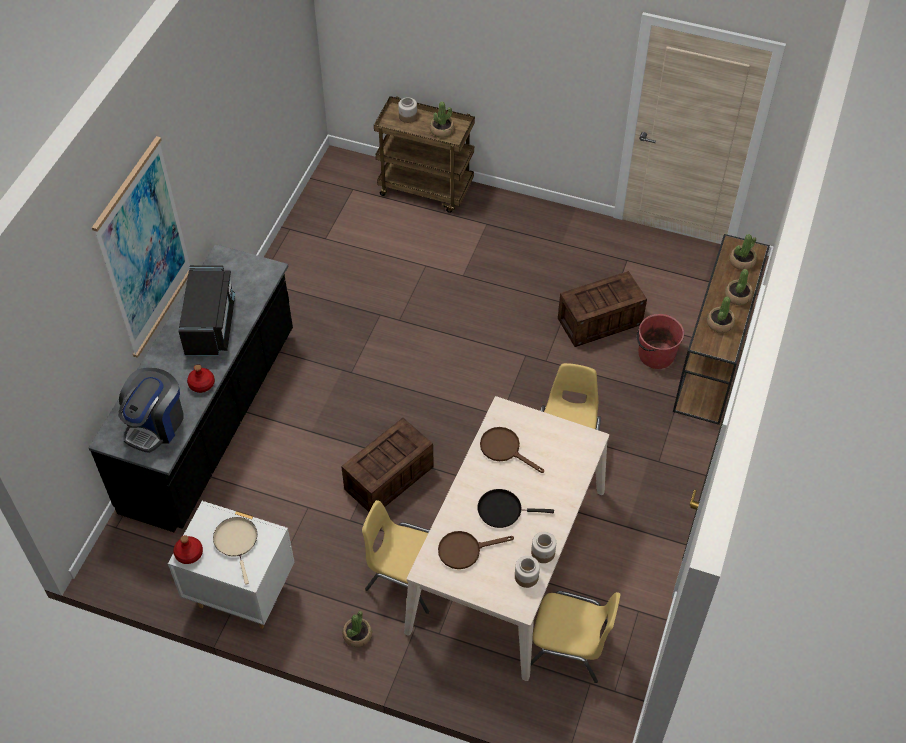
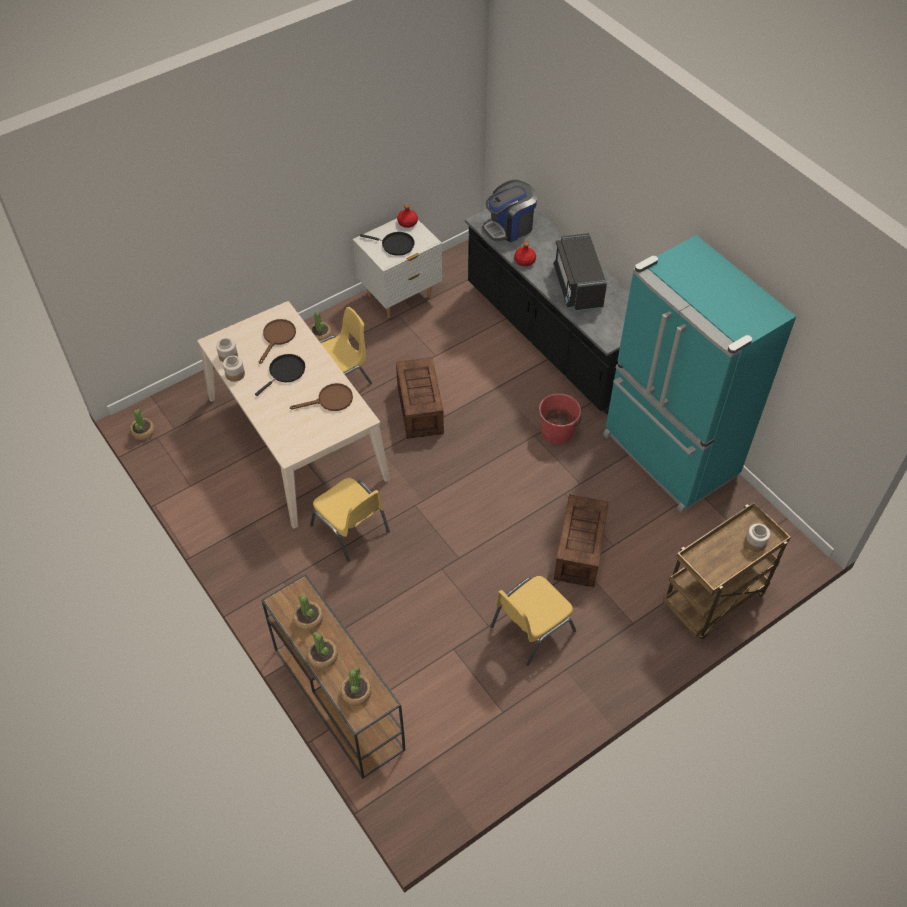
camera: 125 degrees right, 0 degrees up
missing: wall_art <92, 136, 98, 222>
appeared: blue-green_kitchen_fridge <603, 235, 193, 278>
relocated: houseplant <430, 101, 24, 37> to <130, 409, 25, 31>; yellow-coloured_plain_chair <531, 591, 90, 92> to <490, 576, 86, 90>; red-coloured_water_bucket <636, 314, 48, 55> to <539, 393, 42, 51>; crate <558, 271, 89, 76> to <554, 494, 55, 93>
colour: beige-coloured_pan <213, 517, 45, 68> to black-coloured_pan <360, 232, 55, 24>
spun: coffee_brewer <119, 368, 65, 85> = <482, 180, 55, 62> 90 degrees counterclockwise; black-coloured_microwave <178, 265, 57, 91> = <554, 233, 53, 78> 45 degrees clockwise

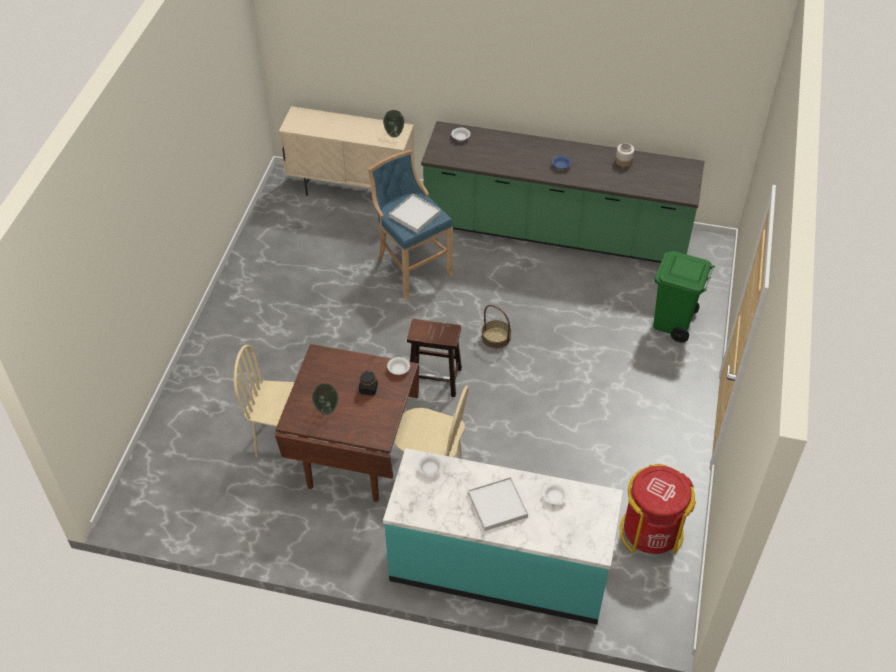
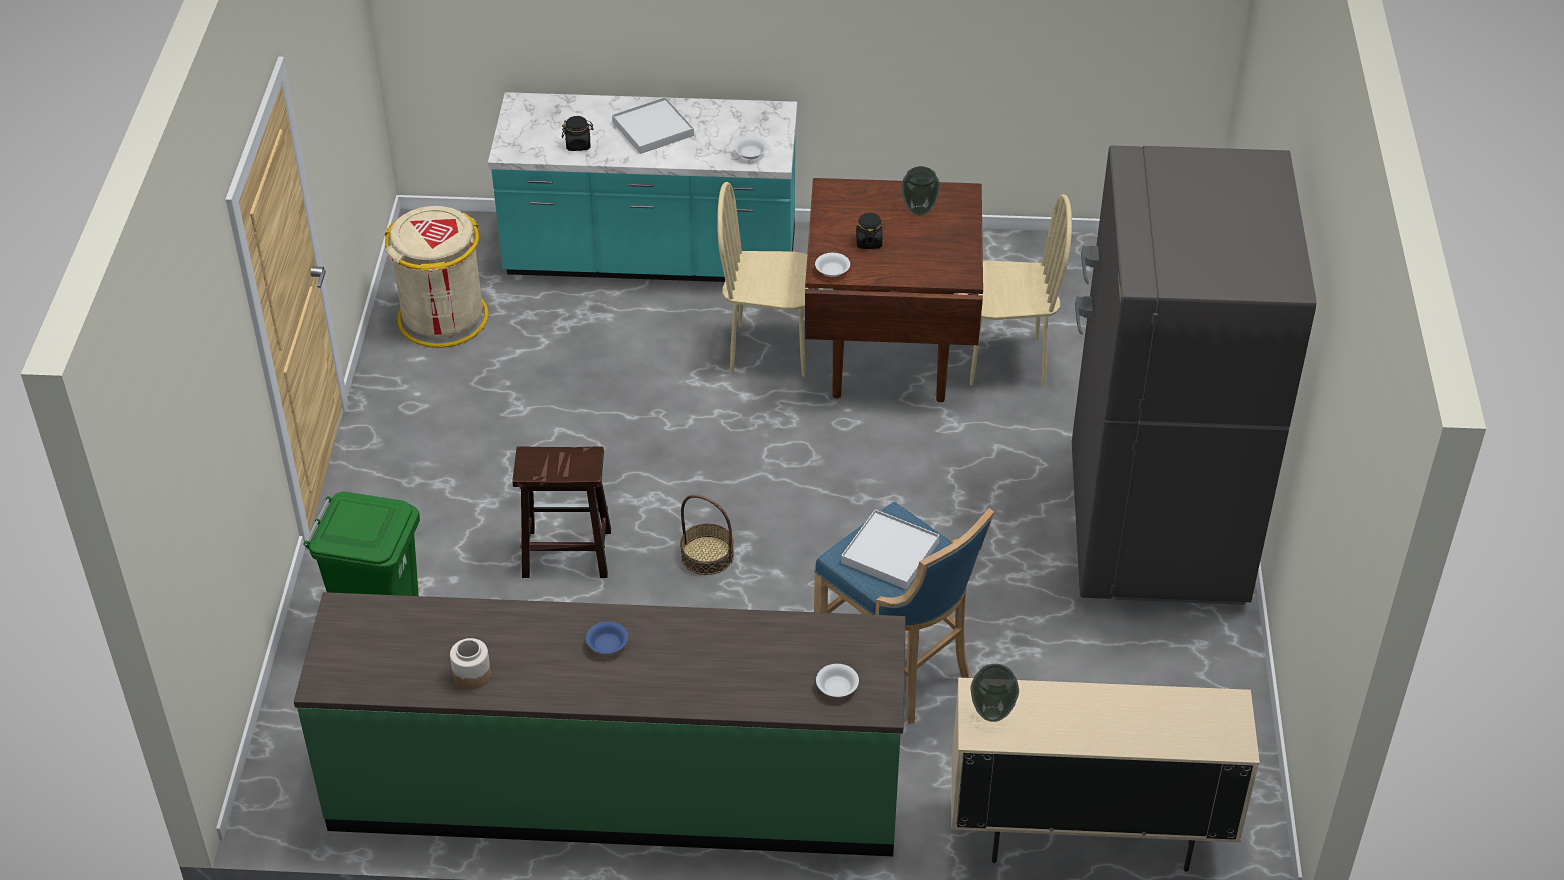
camera: 170 degrees right, 5 degrees down
appeared: grey_kitchen_fridge <1072, 146, 244, 459>
relocated: brownish_stool_seat <407, 319, 55, 78> to <513, 446, 98, 132>
exchanged: whitish_serving_bowl <543, 483, 25, 21> to black-coloured_jar <562, 116, 31, 35>
colour: red-coloured_trash_can <620, 464, 76, 90> to beige-coloured_trash_can <384, 206, 105, 142>

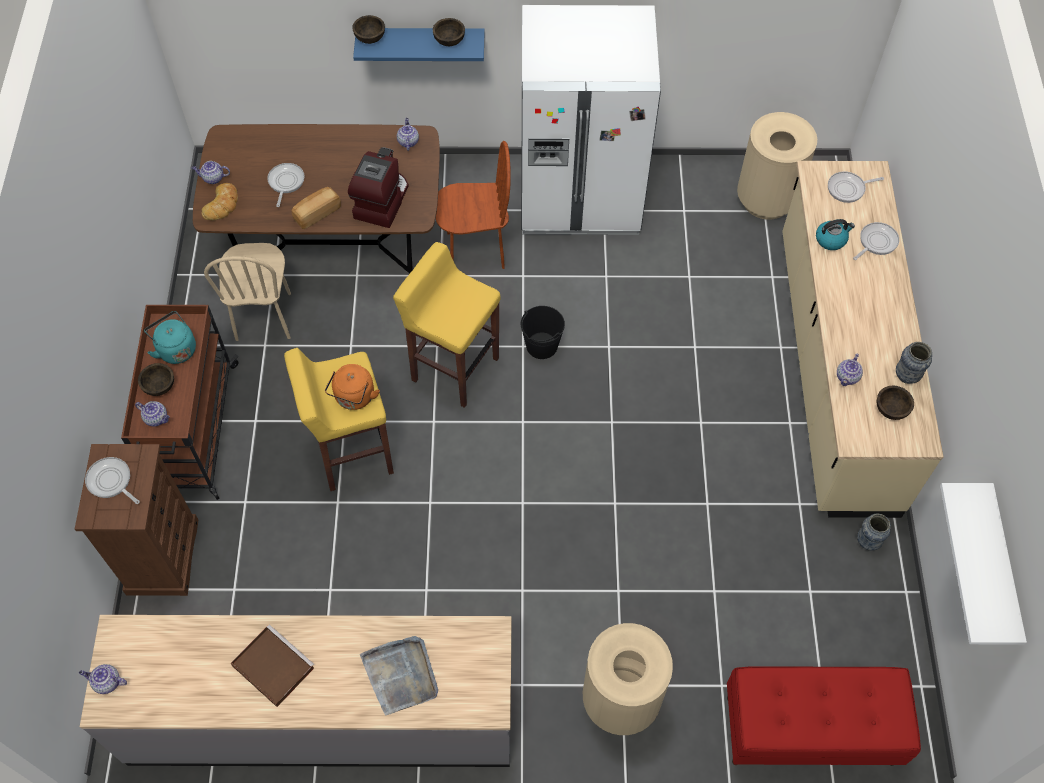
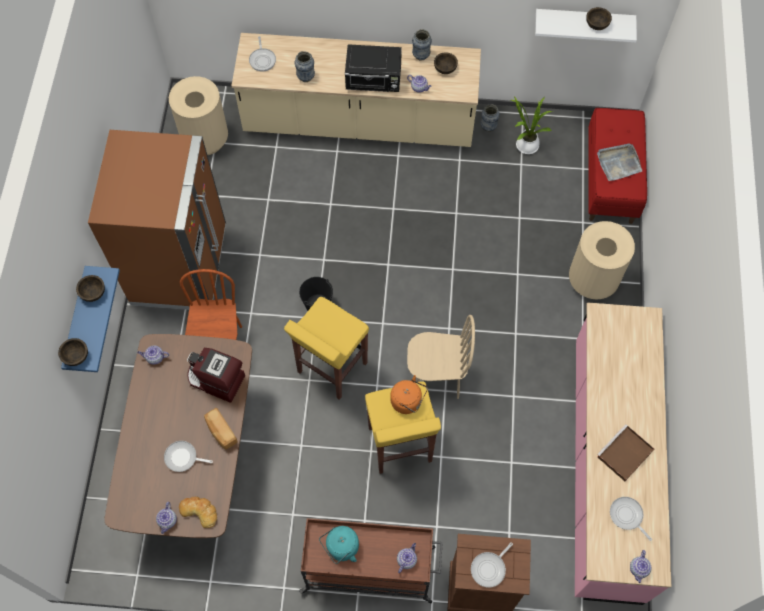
camera: 85 degrees left, 5 degrees up
appeared: black-coloured_microwave <345, 44, 57, 48>; houseplant <511, 96, 41, 58>
relocated: beige-coloured_plain_chair <204, 243, 87, 98> to <407, 315, 68, 84>; brownish_serving_bowl <138, 363, 36, 33> to <586, 7, 26, 23>; grey_tray <360, 636, 78, 79> to <597, 143, 46, 38>; pan <853, 222, 46, 38> to <610, 497, 42, 44>
exchanged: tea_kettle <816, 219, 39, 31> to flower_vase <295, 51, 20, 31>
colour: whitish_kitchen_fridge <521, 5, 140, 230> to brownish_kitchen_fridge <88, 130, 138, 180>; grey_kitchen_base_unit <80, 615, 431, 152> to pink_kitchen_base_unit <575, 302, 96, 303>

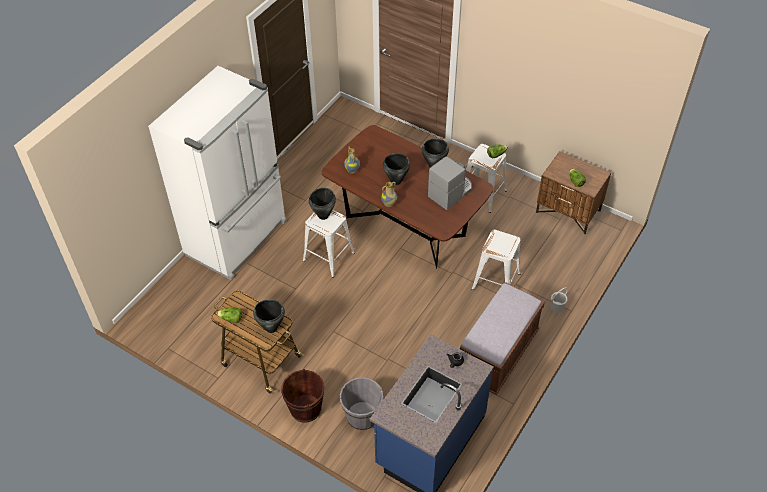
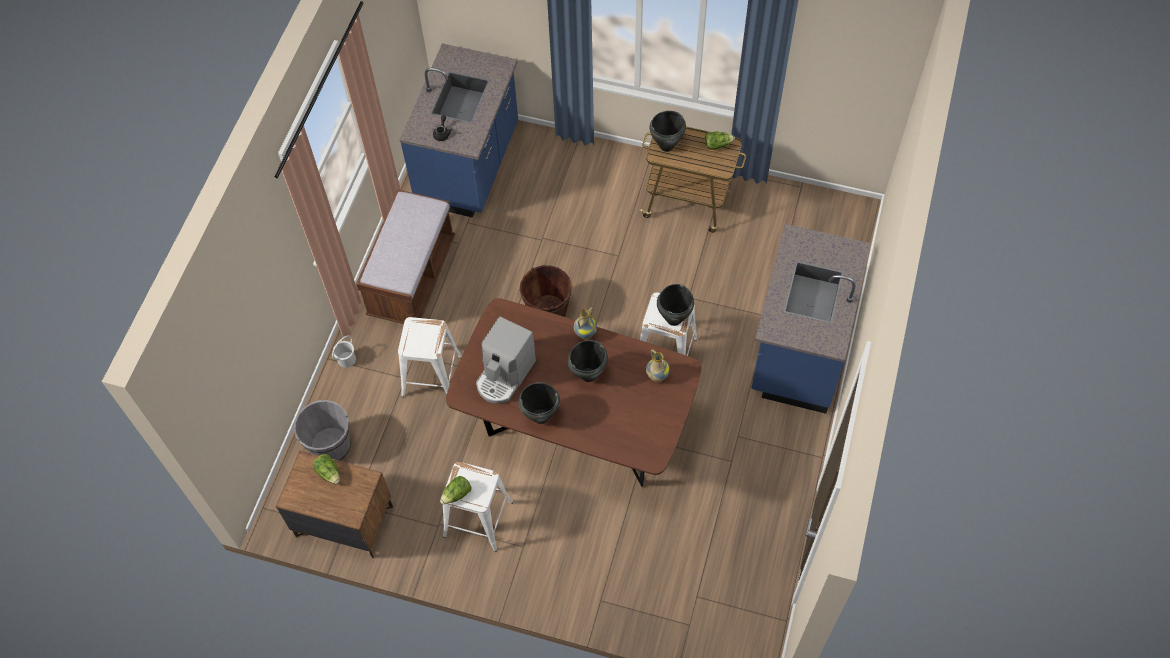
camera: 165 degrees right, 10 degrees up
relocated: grey_water_bucket <340, 377, 43, 53> to <294, 400, 57, 61>; brownish_water_bucket <281, 369, 43, 54> to <520, 265, 52, 52>
exchanged: whitish_kitchen_fridge <148, 66, 139, 215> to bluish_kitchen_base_unit <751, 224, 120, 190>

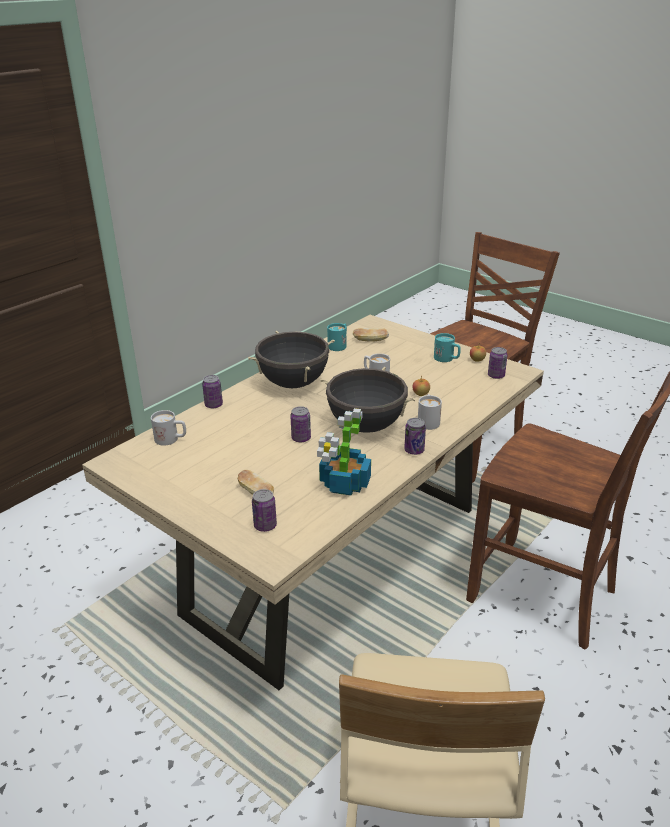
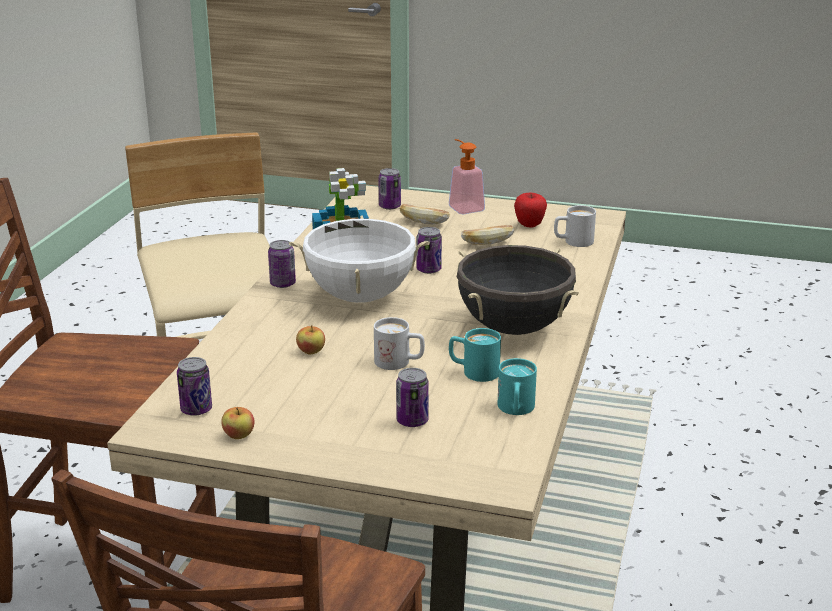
camera: 155 degrees right, 5 degrees down
missing: whitish_mug <418, 394, 24, 36>
appeared: liquid_soap_bottle <449, 139, 36, 75>; apple <514, 192, 33, 36>
relocated: sealed_can <202, 375, 21, 33> to <396, 368, 33, 59>; blue-green_mug <434, 333, 27, 29> to <449, 328, 52, 54>; baked_bread <353, 328, 36, 14> to <461, 225, 53, 20>
colour: black-coloured_cooking_pot <320, 367, 96, 66> to whitish_cooking_pot <289, 216, 141, 87>

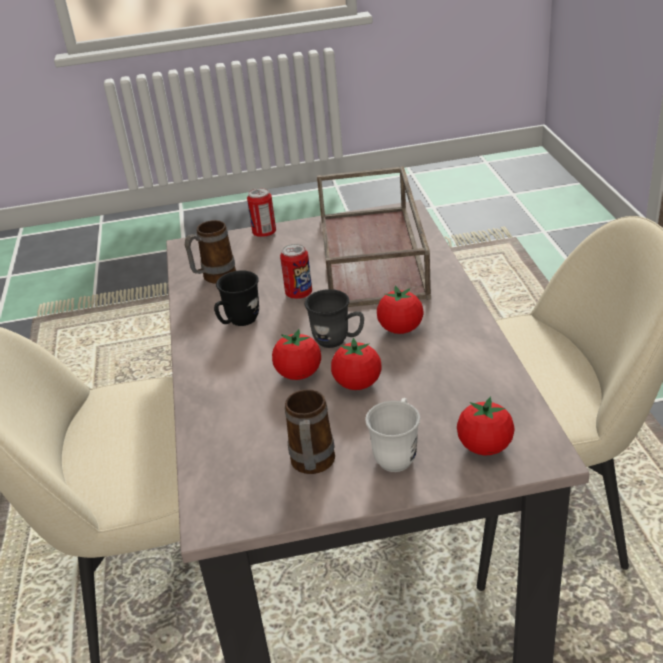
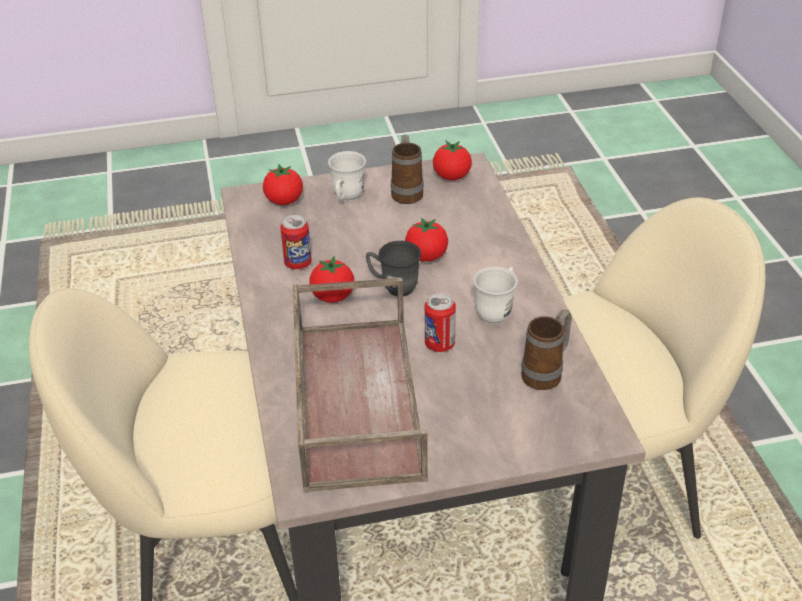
camera: 175 degrees right, 5 degrees up
relocated: sealed_can <247, 188, 29, 50> to <280, 215, 32, 55>; fresh_tomato <331, 338, 51, 52> to <433, 141, 39, 40>
colour: black-coloured_mug <214, 270, 45, 56> to whitish_mug <473, 267, 45, 57>

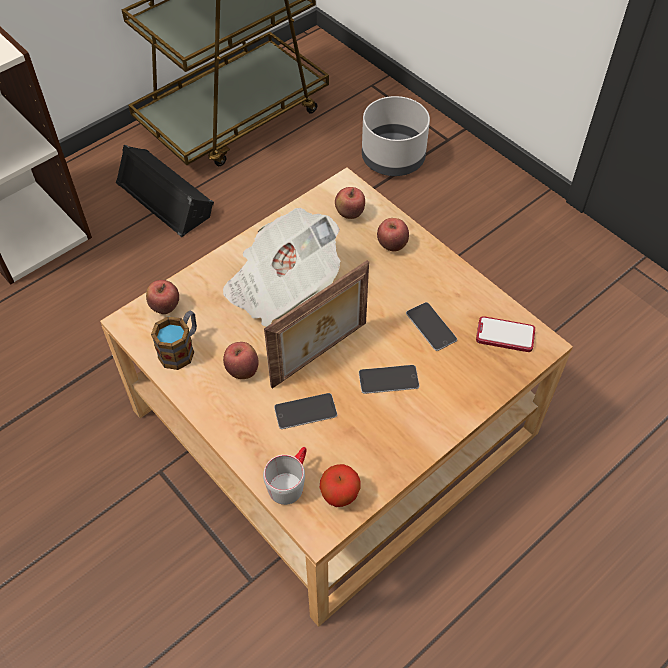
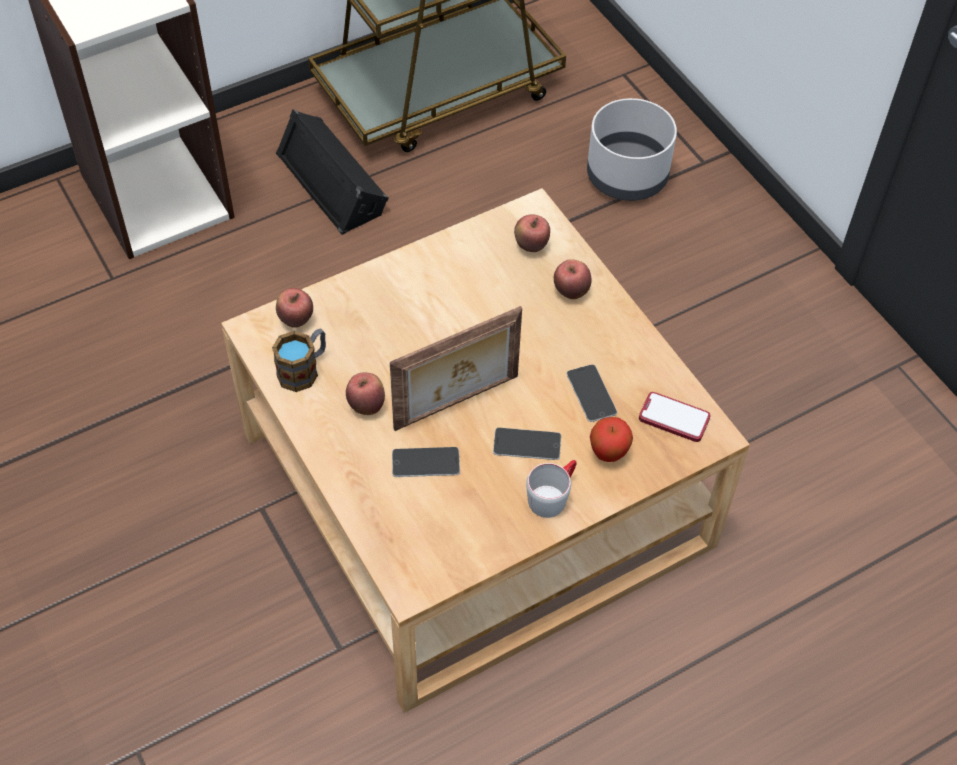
camera: 10 degrees right, 0 degrees up
missing: daily_paper <223, 208, 117, 119>
relocated: grey_mug <263, 447, 44, 58> to <526, 460, 51, 58>; apple <320, 464, 41, 43> to <590, 417, 43, 45>

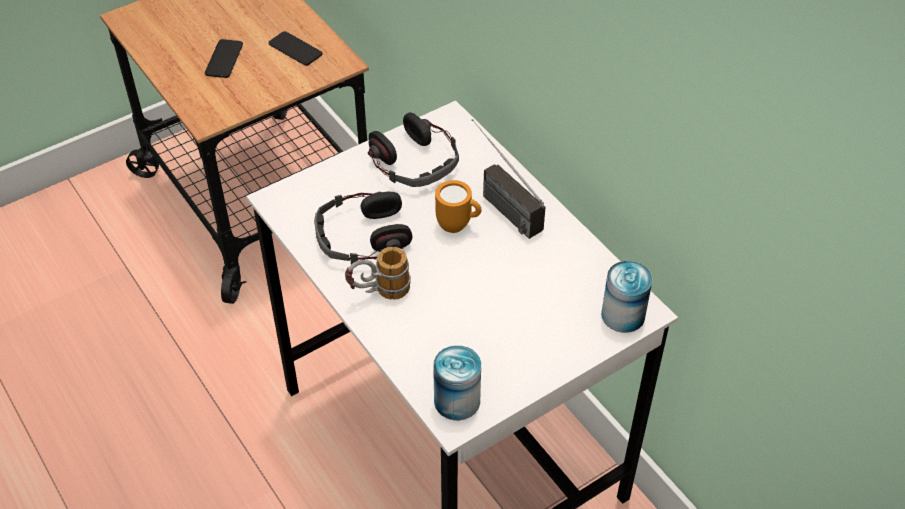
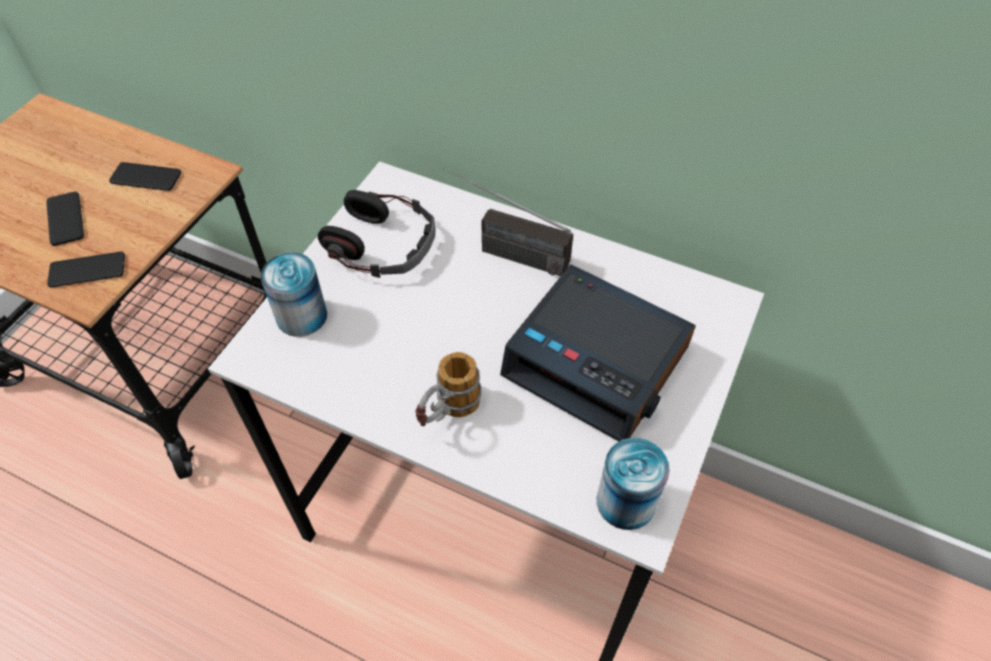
camera: 30 degrees left, 5 degrees up
missing: headset <314, 191, 99, 73>; orange_mug <435, 180, 47, 53>
appeared: handset <47, 252, 78, 36>; table_clock <500, 264, 196, 177>
relocated: sealed_can <601, 261, 52, 72> to <260, 252, 67, 85>

